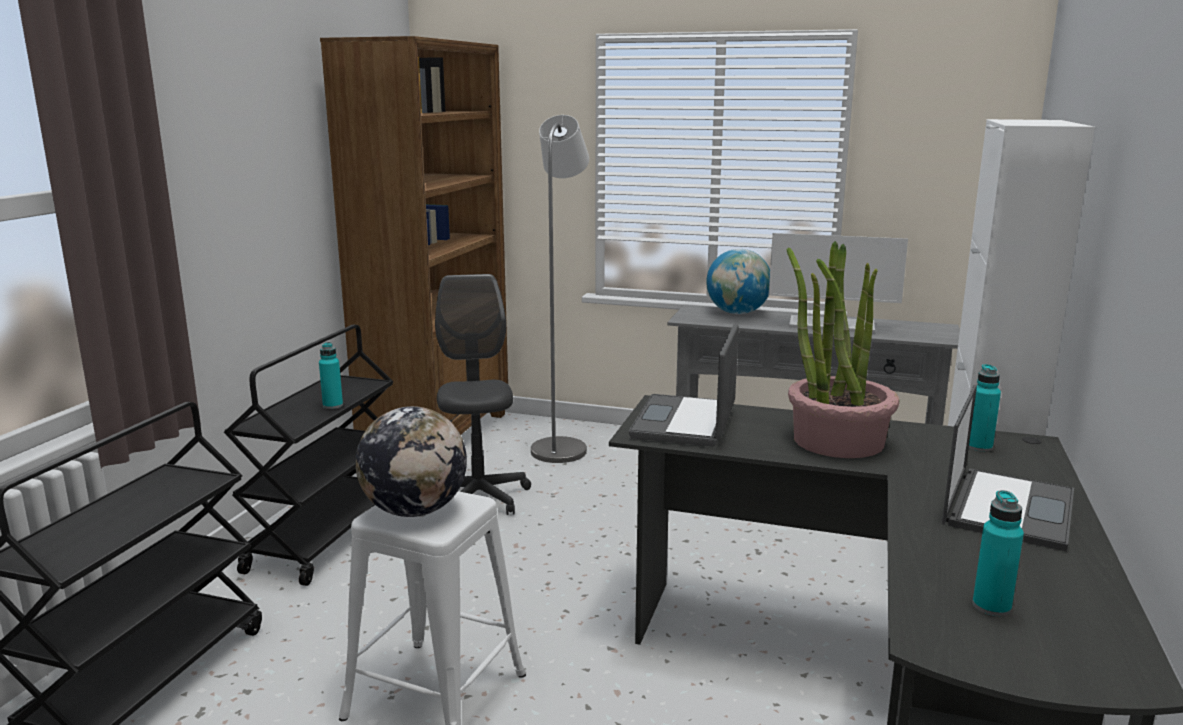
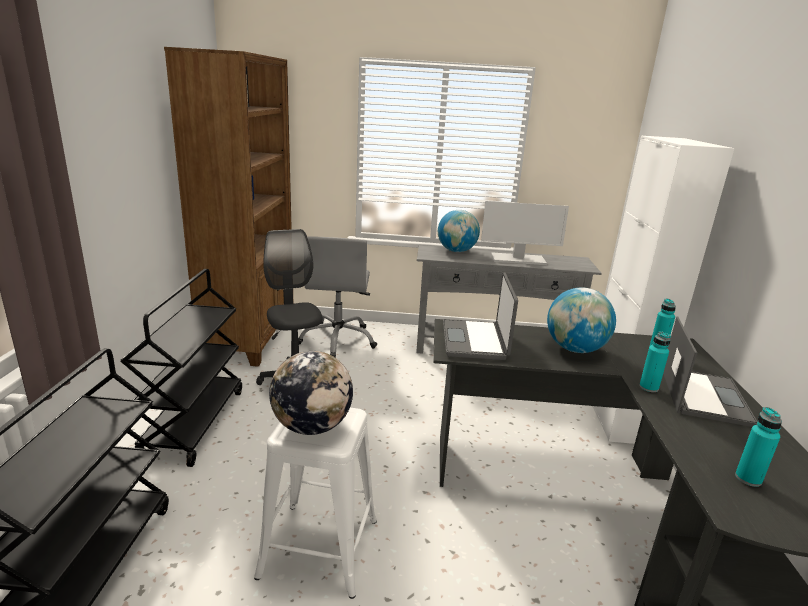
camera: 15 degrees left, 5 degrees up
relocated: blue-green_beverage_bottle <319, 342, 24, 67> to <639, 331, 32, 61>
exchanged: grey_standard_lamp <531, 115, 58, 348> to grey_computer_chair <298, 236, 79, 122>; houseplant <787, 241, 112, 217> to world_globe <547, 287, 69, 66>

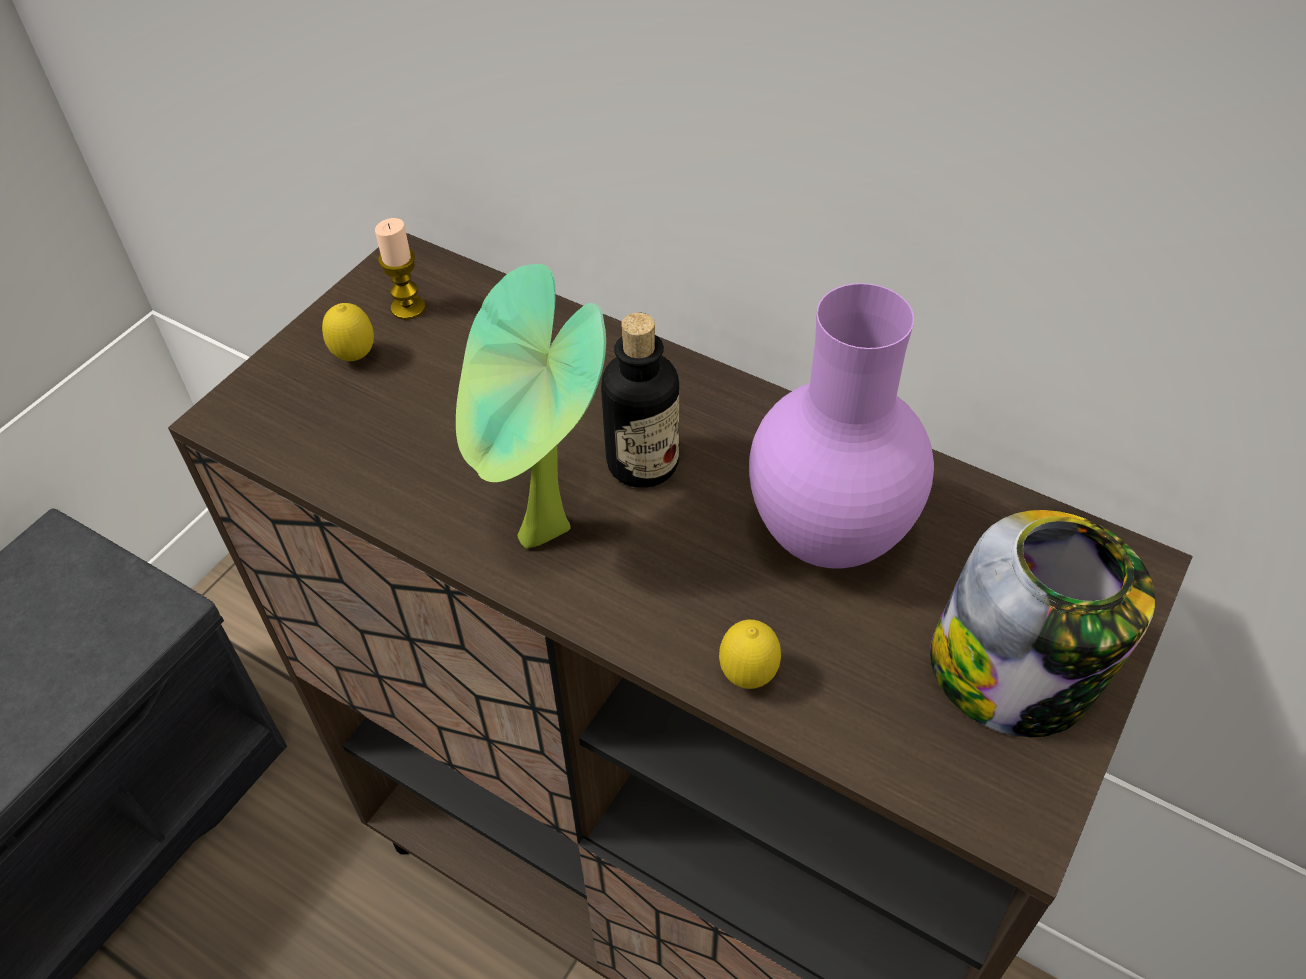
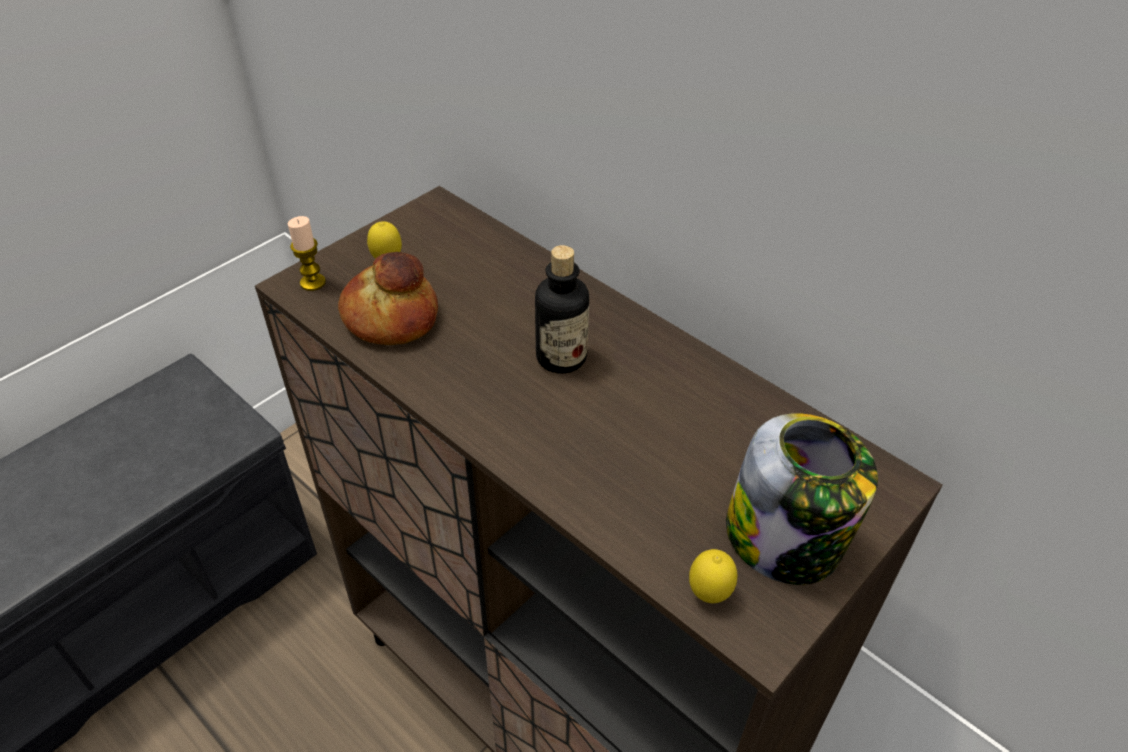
camera: 10 degrees right, 5 degrees down
missing: houseplant <456, 264, 150, 285>; purple-coloured_flower_vase <749, 283, 185, 286>
appeared: baked_bread <338, 252, 100, 93>
relocated: wax_candle <375, 218, 50, 102> to <288, 216, 38, 75>; lemon <719, 620, 62, 69> to <689, 549, 48, 54>

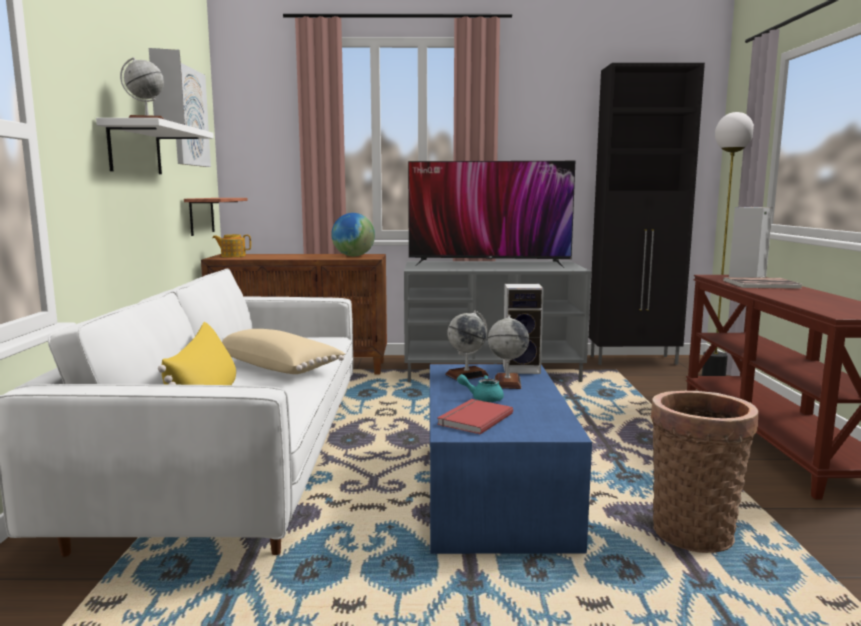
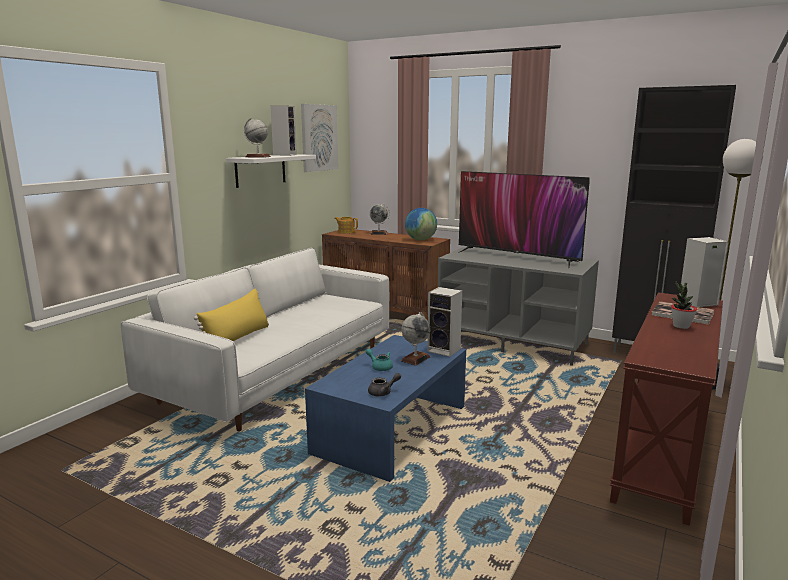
camera: 30 degrees right, 5 degrees up
missing: bracket_shelf <184, 198, 64, 38>; beige-coloured_pillow <222, 329, 123, 45>; red-coloured_volume <437, 399, 76, 36>; basket <651, 391, 107, 162>
appeared: grey_tea_pot <368, 373, 33, 23>; houseplant <671, 281, 26, 48>
relocated: world_globe <445, 310, 44, 70> to <370, 203, 20, 32>

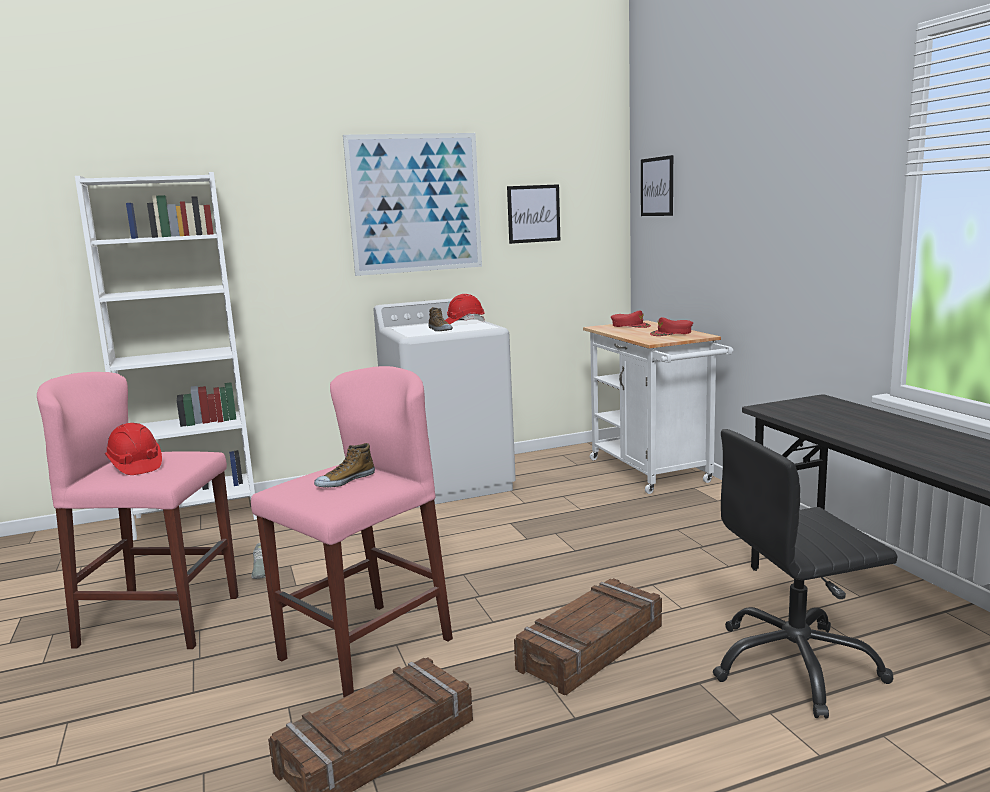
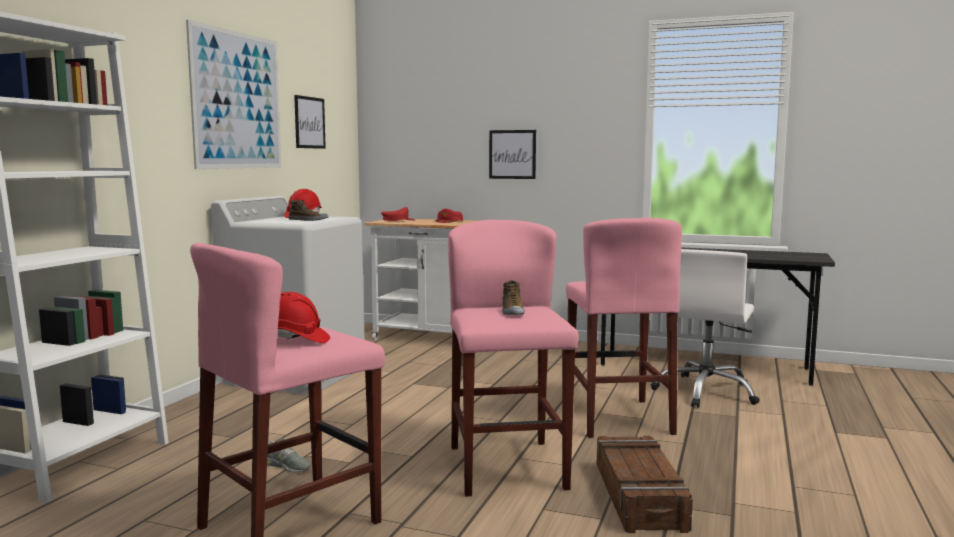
camera: 50 degrees left, 5 degrees down
relocated: wall_art <641, 155, 32, 61> to <489, 130, 47, 49>
exchanged: crate <514, 578, 148, 117> to pink_stool_seat <566, 218, 116, 220>
colour: black-coloured_computer_chair <713, 429, 185, 289> to whitish_computer_chair <651, 249, 109, 159>

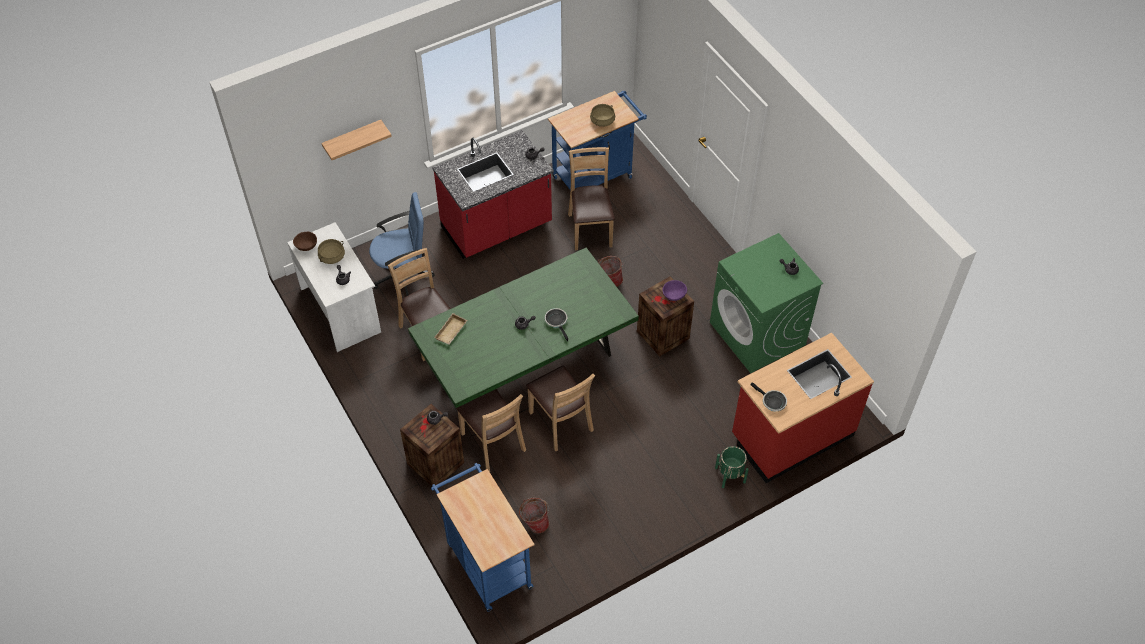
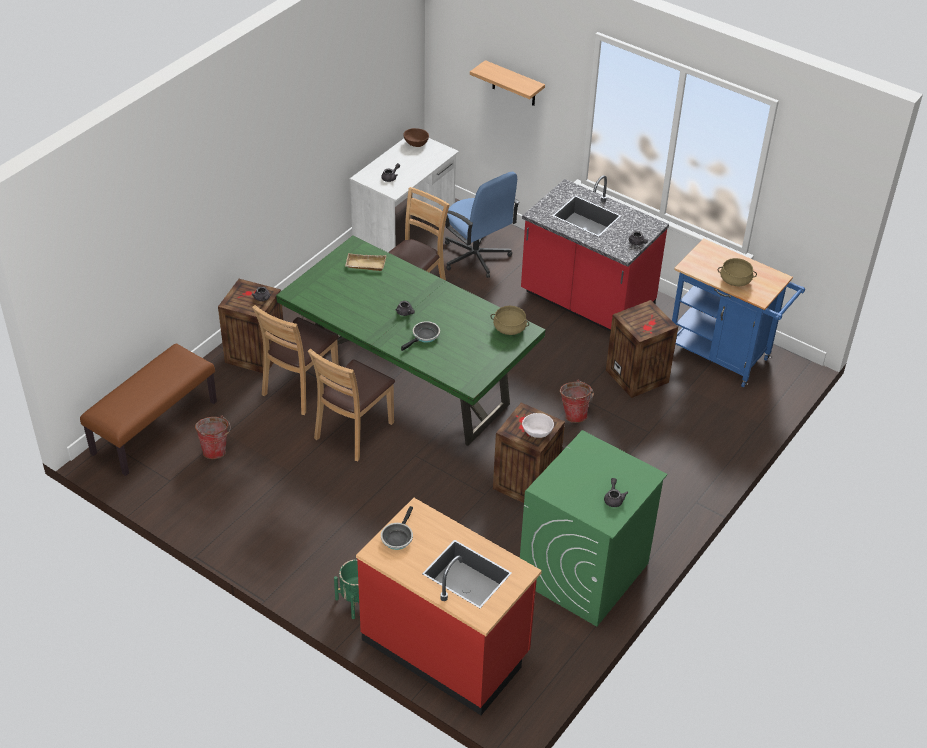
camera: 65 degrees right, 10 degrees down
relocated: beige-coloured_cooking_pot <318, 239, 27, 25> to <490, 306, 39, 29>
exchanged: bluish_cart <431, 463, 103, 149> to brownish_bench <80, 344, 137, 132>; brownish_plain_chair <568, 147, 47, 103> to crate <606, 300, 72, 98>
colour: purple-coloured_serving_bowl <663, 280, 24, 21> to whitish_serving_bowl <522, 413, 32, 25>

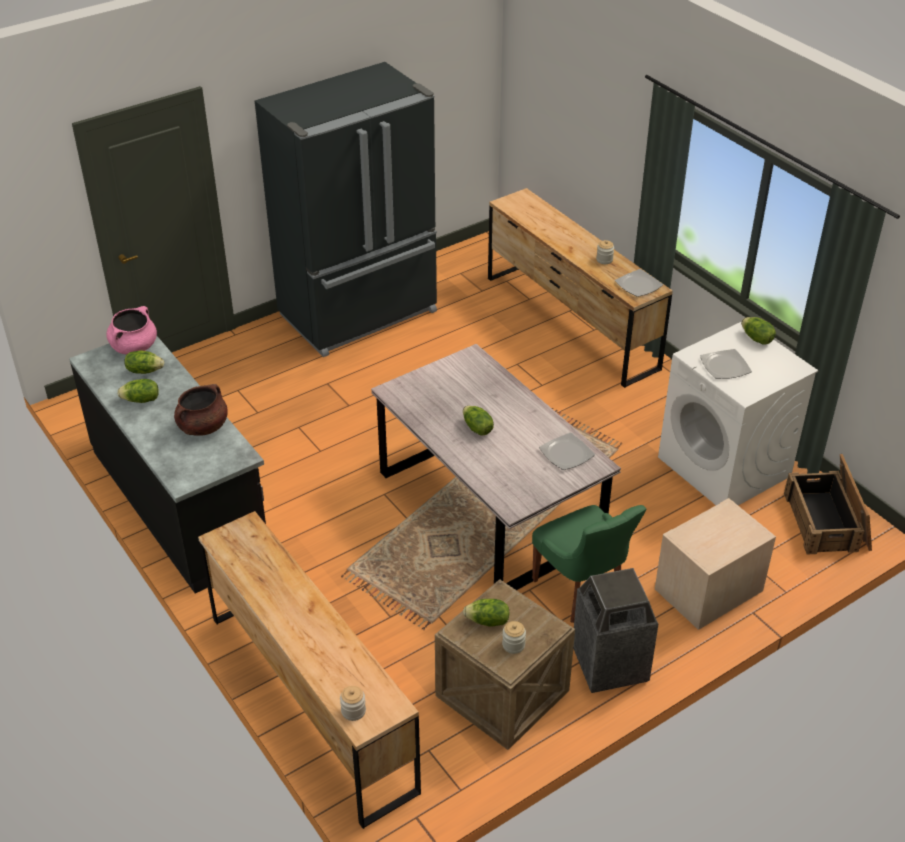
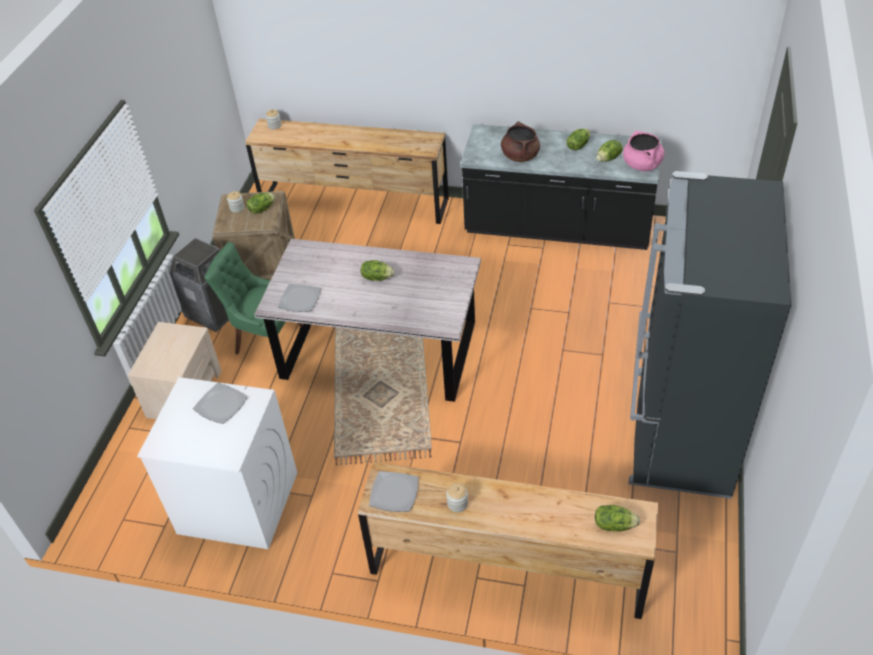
camera: 140 degrees right, 5 degrees up
missing: crate <784, 454, 88, 101>
relocated: lettuce <741, 317, 35, 28> to <595, 505, 45, 26>

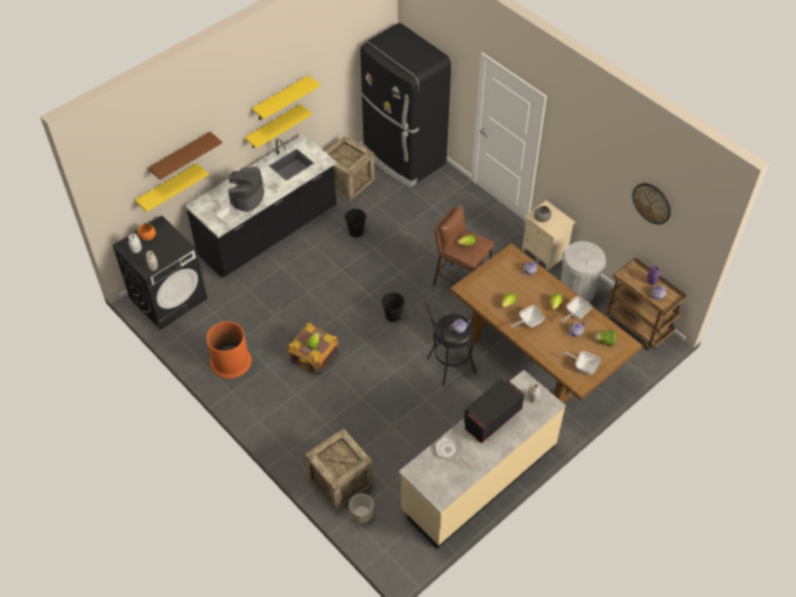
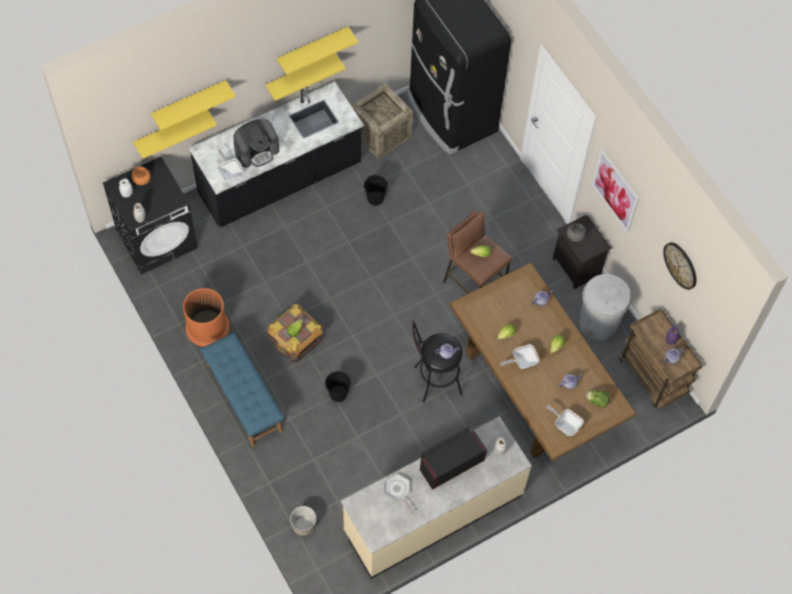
camera: 10 degrees right, 10 degrees up
missing: crate <305, 428, 68, 83>; pan <562, 297, 30, 26>
appeared: bluish_bench <201, 333, 83, 114>; wall_art <592, 149, 47, 83>
relocated: black-coloured_water_bucket <382, 292, 23, 30> to <325, 371, 26, 31>
colour: brownish_bracket_shelf <148, 132, 74, 48> to yellow-coloured_bracket_shelf <151, 80, 85, 50>; beige-coloured_bedside_table <522, 200, 54, 70> to black-coloured_bedside_table <553, 215, 59, 74>
spun: coffee_brewer <229, 167, 35, 45> = <233, 119, 46, 49> 150 degrees counterclockwise

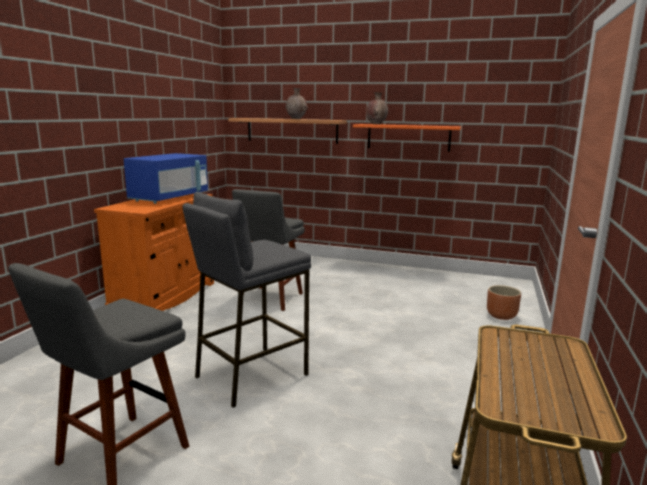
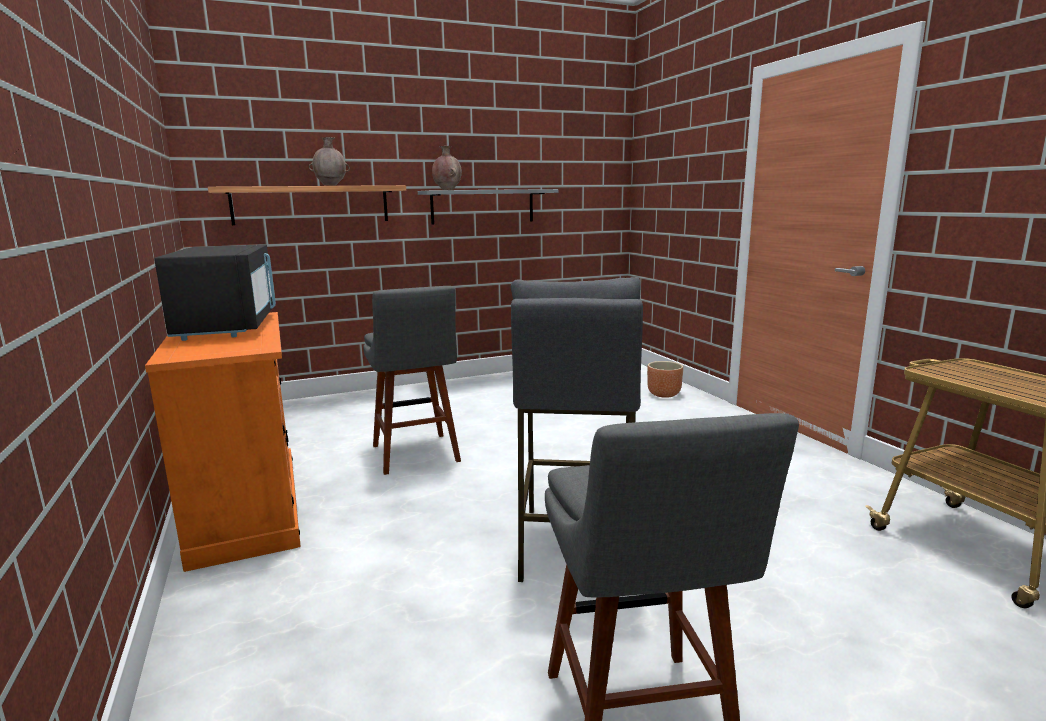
camera: 40 degrees left, 0 degrees up
colour: bluish_microwave <124, 153, 84, 51> to black-coloured_microwave <154, 244, 122, 97>; orange_bracket_shelf <353, 124, 109, 28> to grey_bracket_shelf <418, 189, 141, 36>

